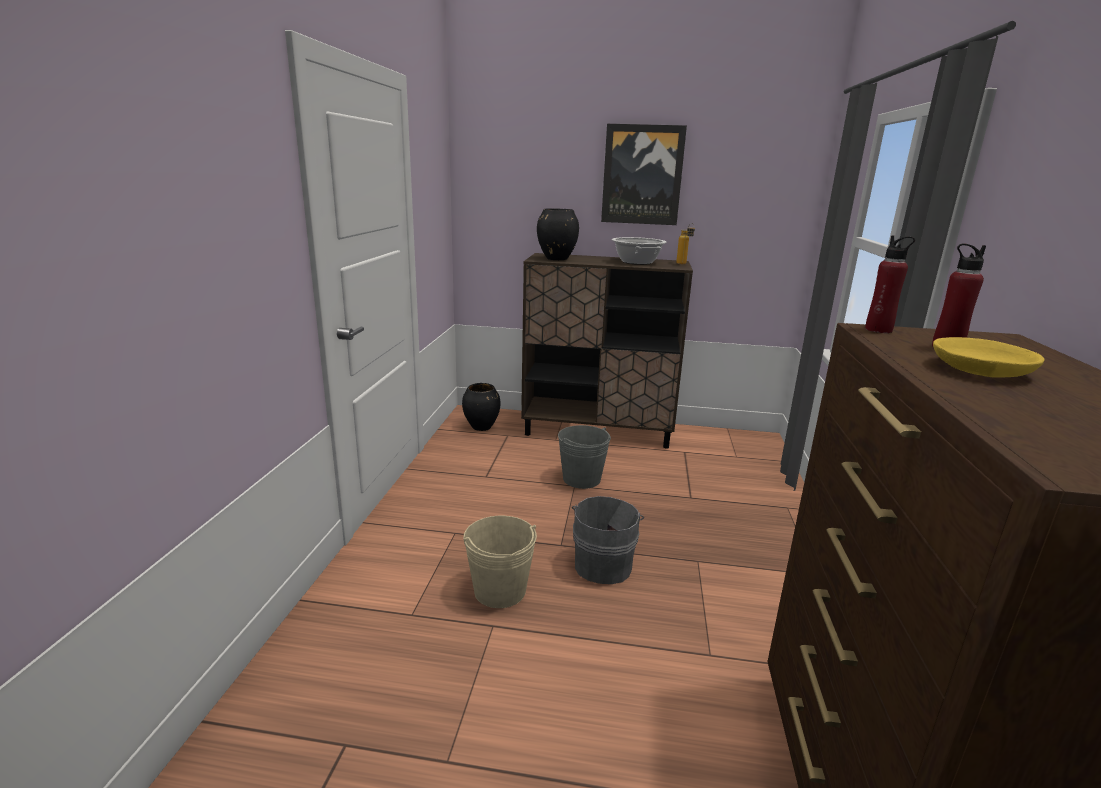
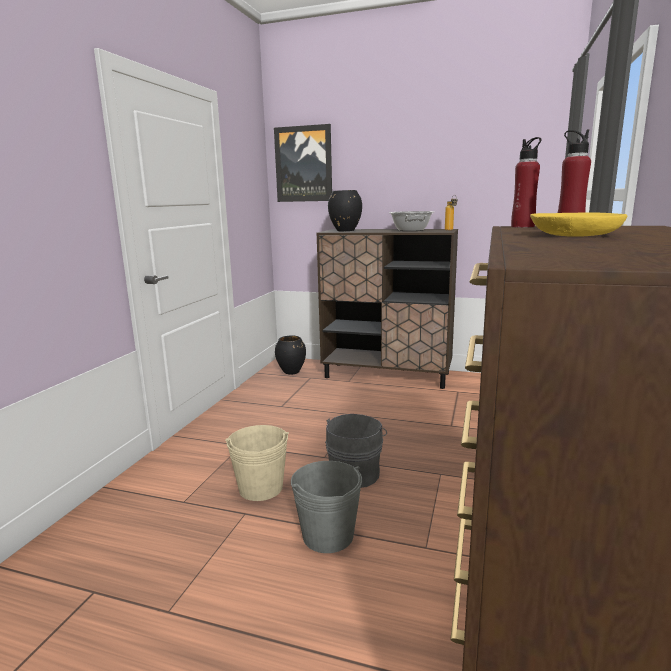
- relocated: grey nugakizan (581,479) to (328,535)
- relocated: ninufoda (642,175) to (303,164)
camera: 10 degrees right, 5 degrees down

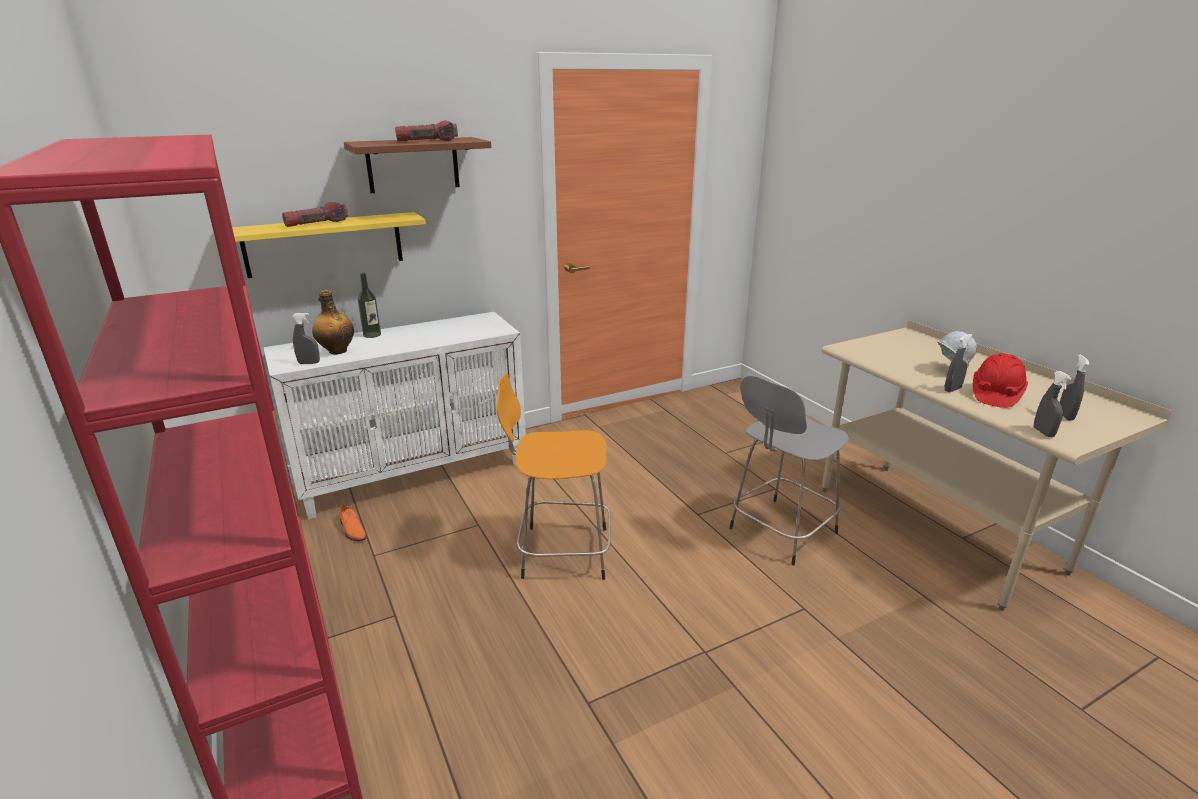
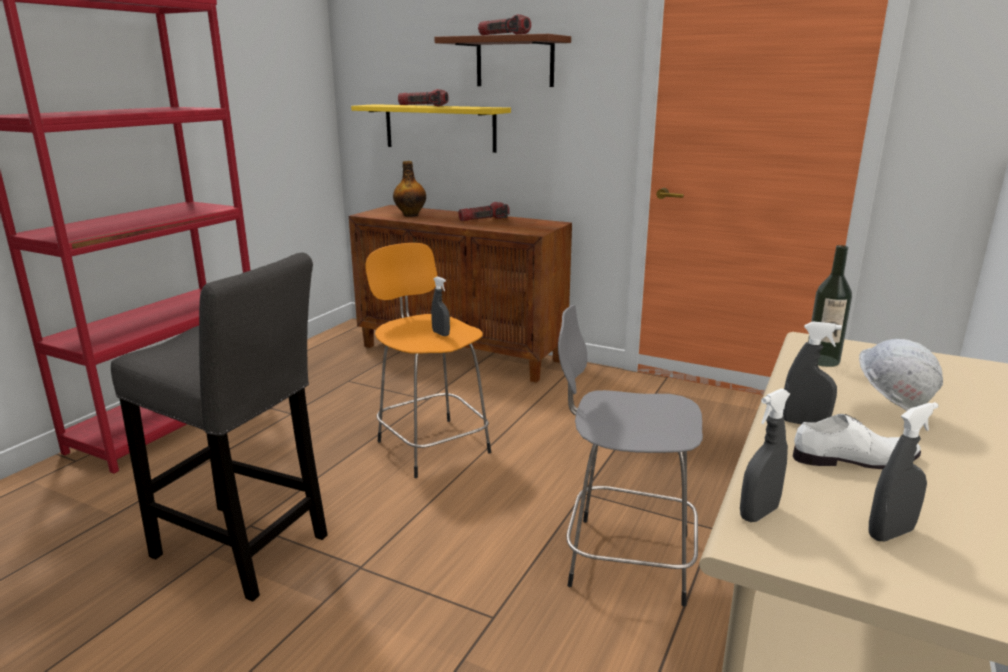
- colour: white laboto (415,473) to brown laboto (462,353)
- relocated: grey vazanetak (309,363) to (441,334)
- missing: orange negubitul (352,529)
- relocated: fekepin (372,335) to (822,360)
- exchanged: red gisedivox (995,395) to white negubitul (856,459)
- appeared: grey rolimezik (246,550)
- appeared: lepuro (484,219)
camera: 55 degrees right, 5 degrees down

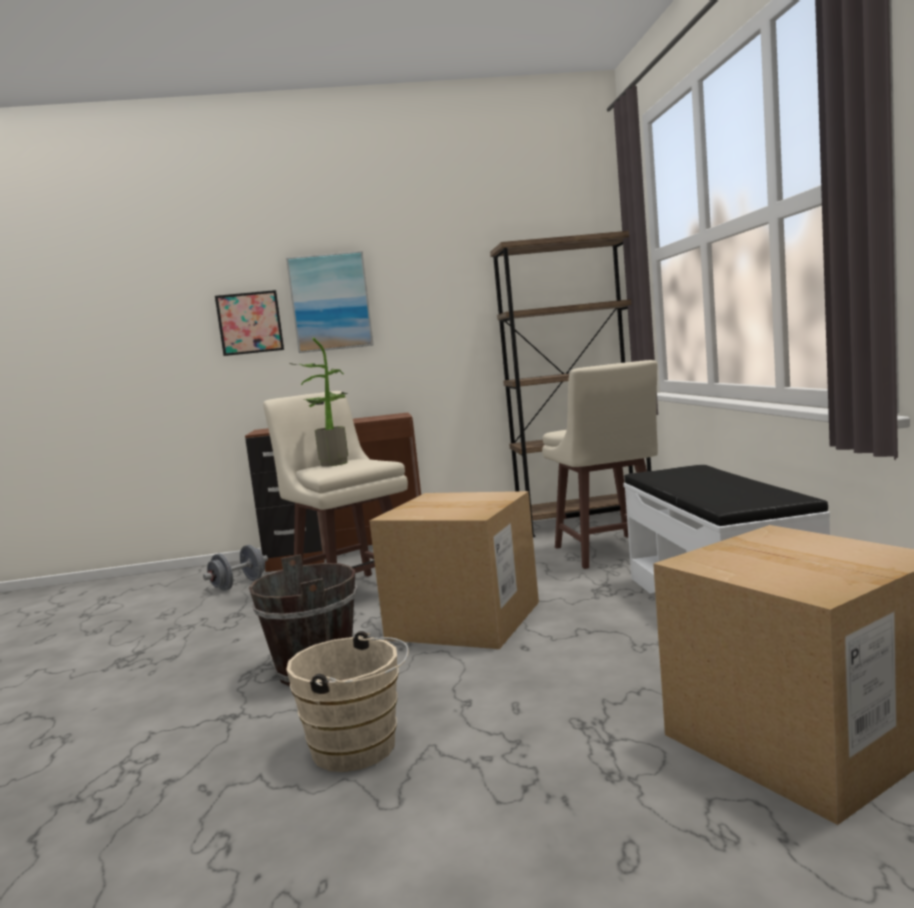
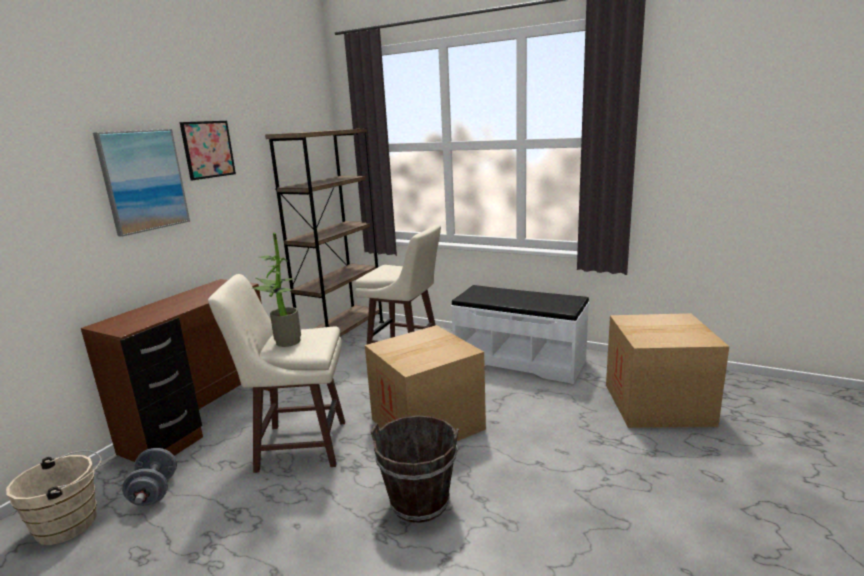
- relocated: ninufoda (250,323) to (208,149)
- relocated: beige nugakizan (360,749) to (72,523)
camera: 55 degrees left, 10 degrees up

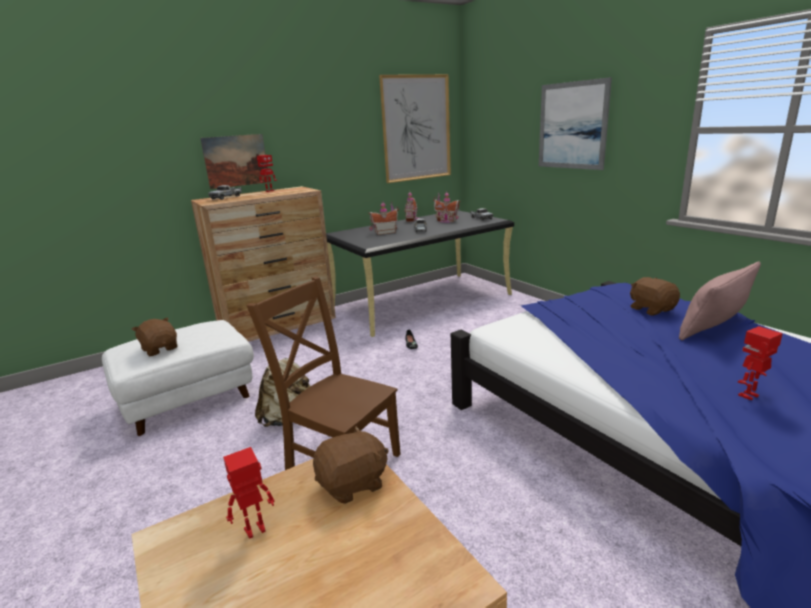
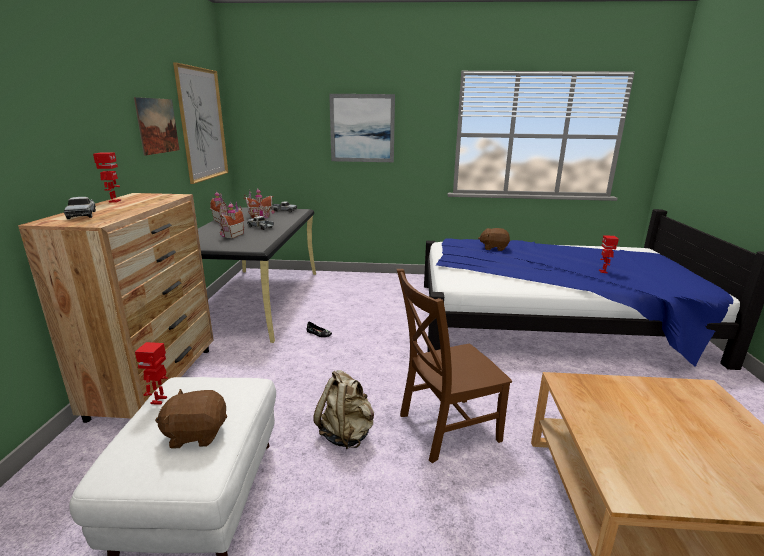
- relocated: ninufoda (236,161) to (157,126)
- relocated: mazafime (255,530) to (160,400)
- missing: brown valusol (353,484)
- missing: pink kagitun (714,325)
camera: 55 degrees left, 0 degrees up

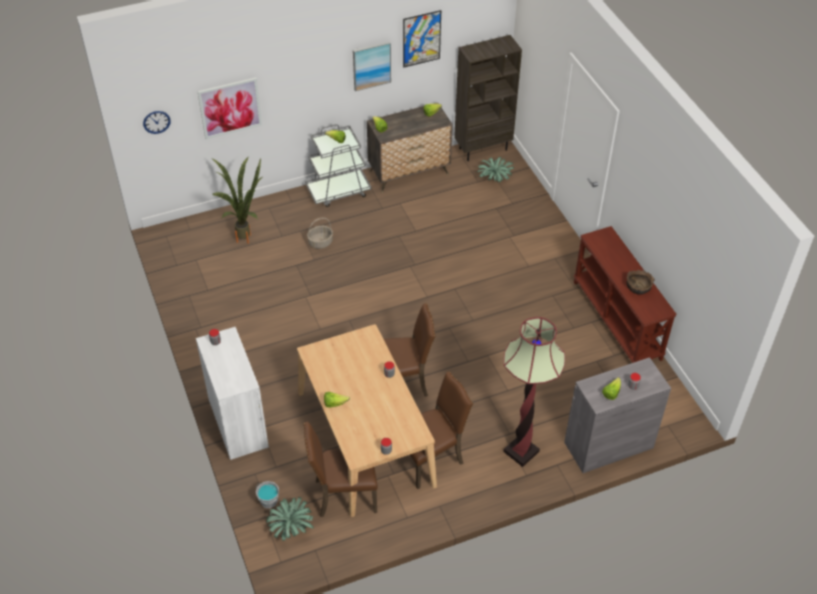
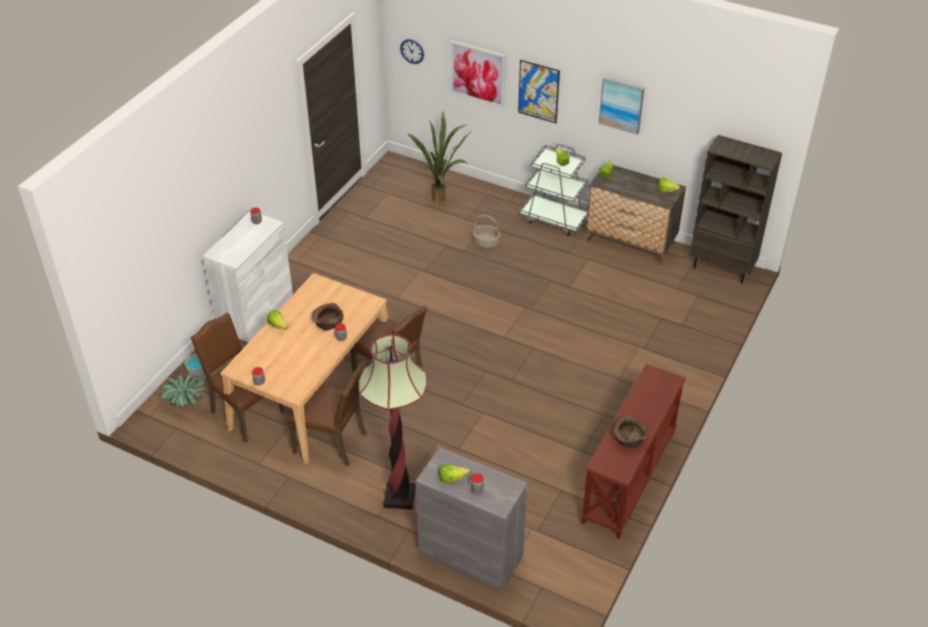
- relocated: ninufoda (421,38) to (538,91)
- missing: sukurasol (494,179)
- appeared: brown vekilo (328,323)
camera: 50 degrees right, 5 degrees down

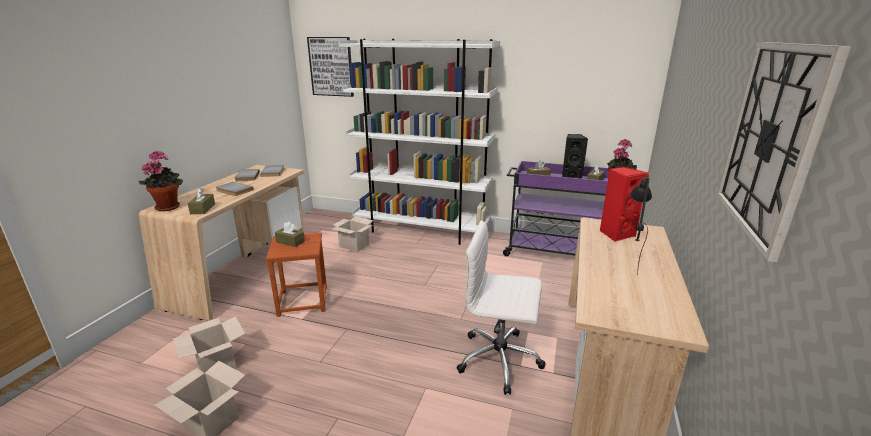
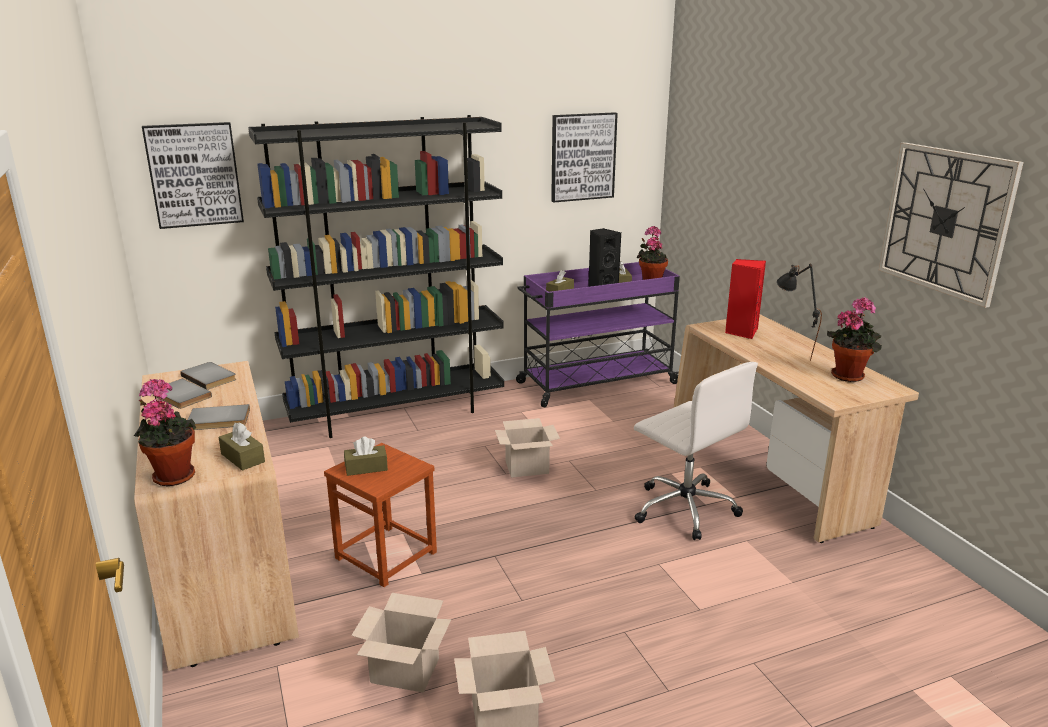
- relocated: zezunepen (355,245) to (528,467)
- colour: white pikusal (421,230) to black pikusal (397,412)
- spun: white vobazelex (500,360) = (684,508) 105 degrees counterclockwise
- appeared: ninufoda (582,157)
- appeared: sukurasol (849,375)
camera: 40 degrees left, 0 degrees up

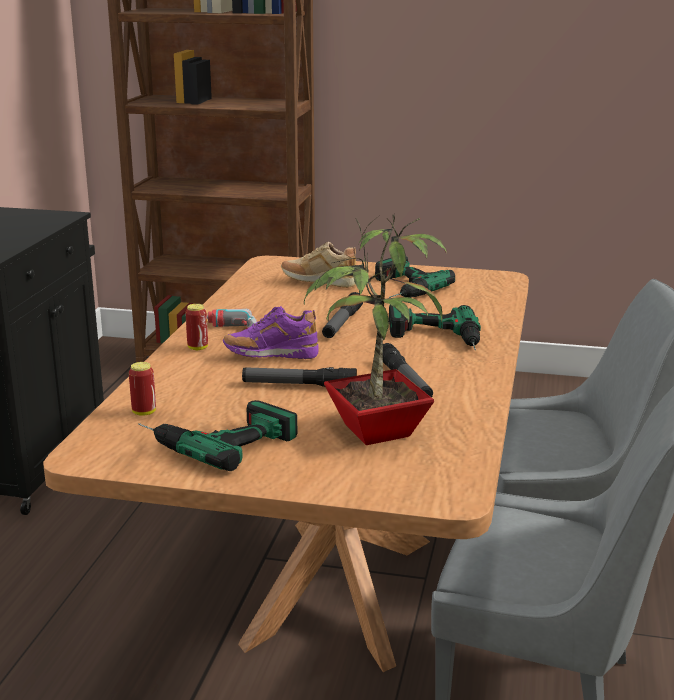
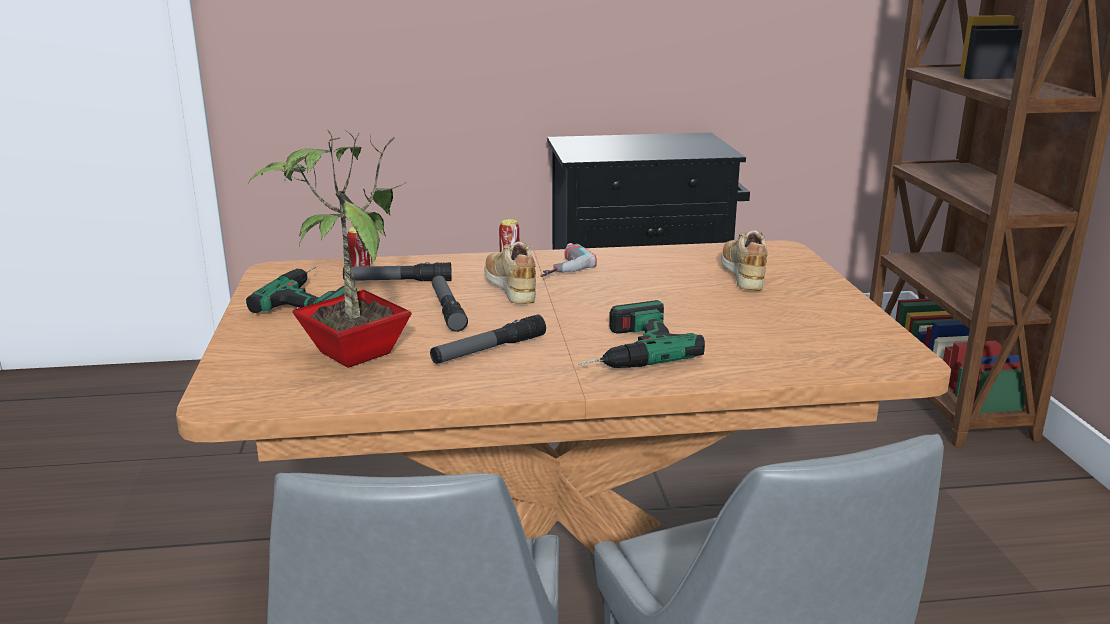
- colour: purple negubitul (271,356) to beige negubitul (511,289)
- relocated: lepuro (342,323) to (398,281)
- missing: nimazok (399,288)
camera: 70 degrees right, 0 degrees up

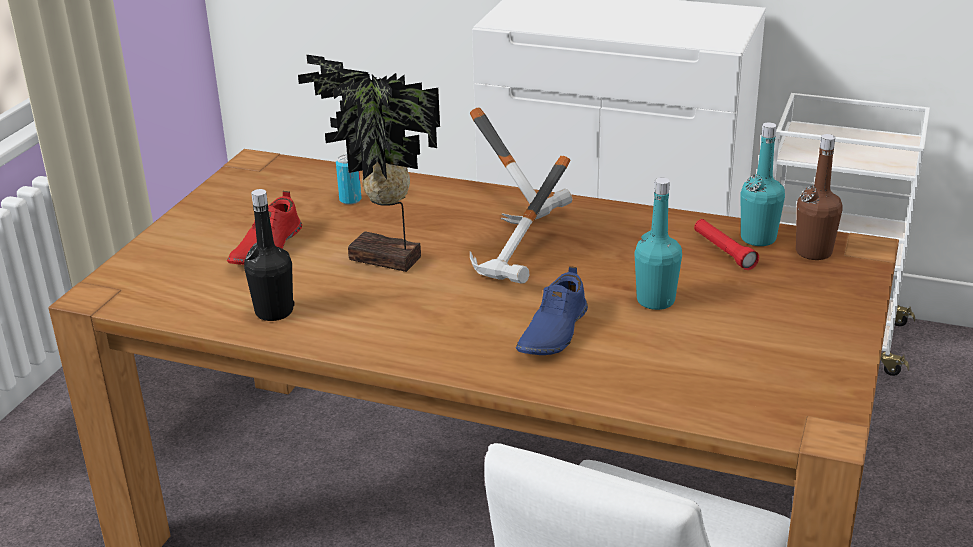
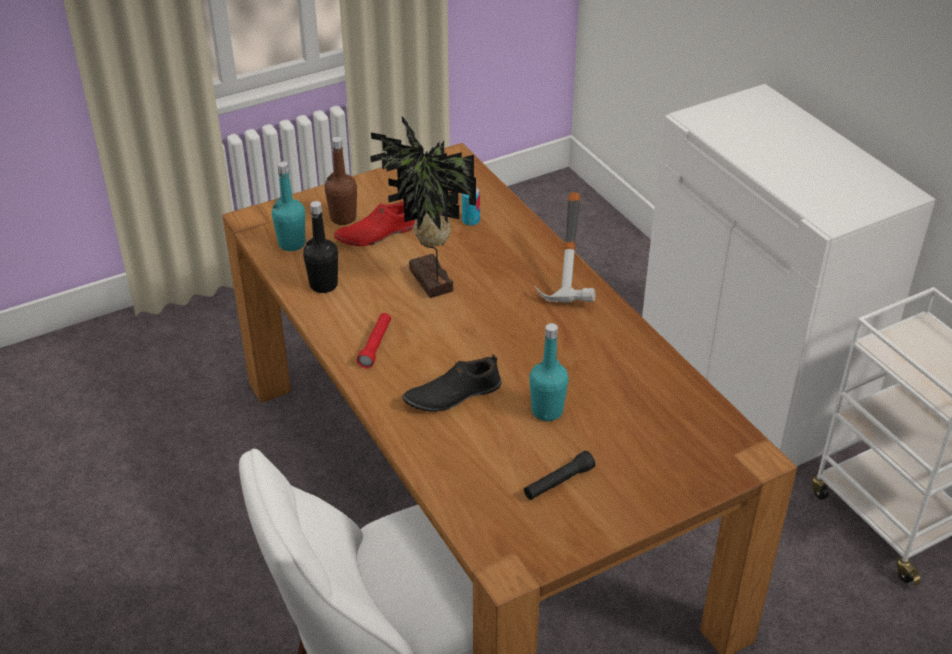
- missing: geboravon (533,264)
- colour: blue negubitul (552,332) to black negubitul (452,394)
- relocated: red lepuro (724,251) to (375,345)
- relocated: turquoise fekepin (758,238) to (292,244)
- relocated: brown fekepin (813,252) to (343,218)
- appeared: black lepuro (558,482)
camera: 40 degrees right, 10 degrees up

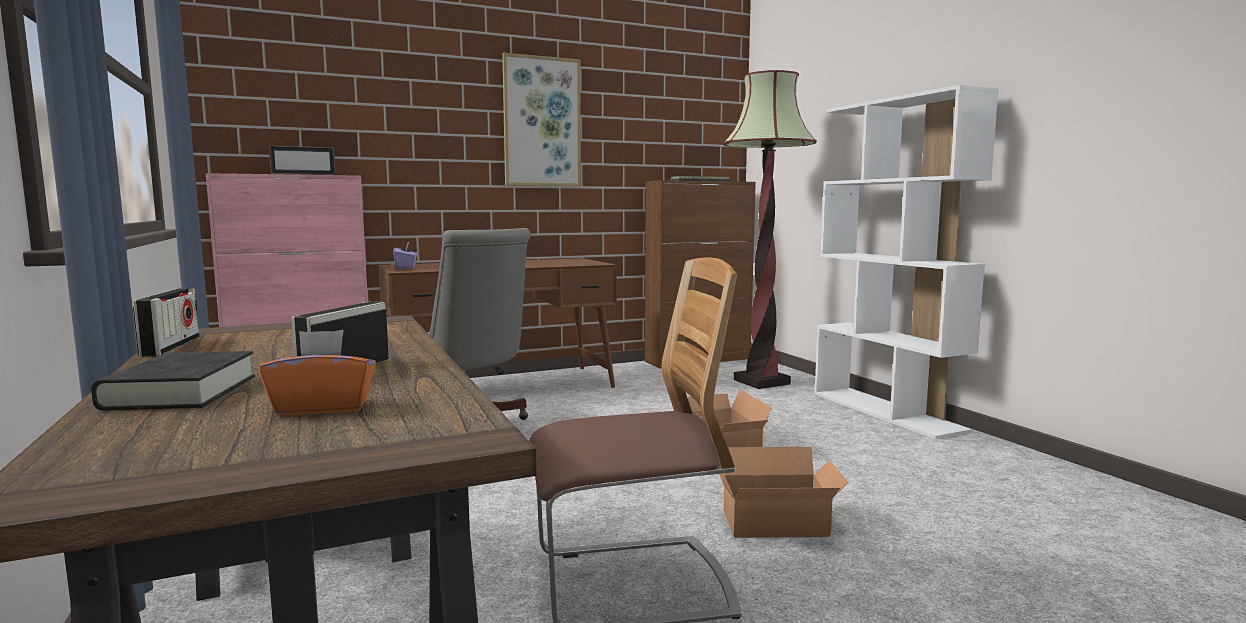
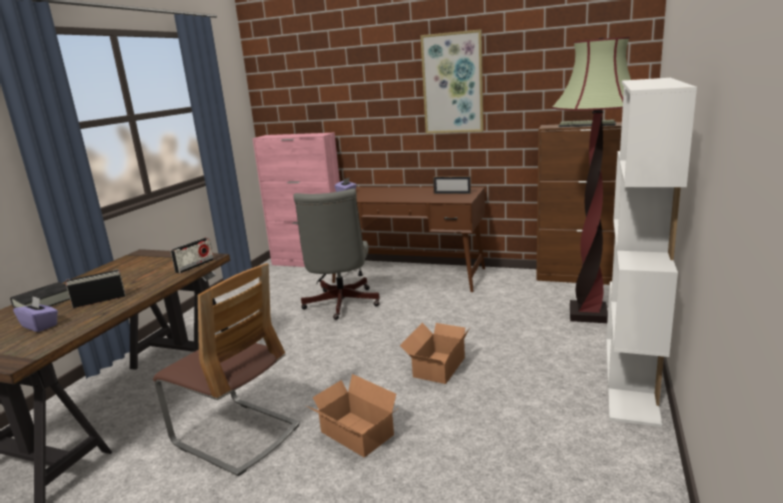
- relocated: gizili (171,346) to (195,266)
- colour: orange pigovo (323,407) to purple pigovo (40,325)
- relocated: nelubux (303,174) to (452,193)
camera: 45 degrees right, 10 degrees up

